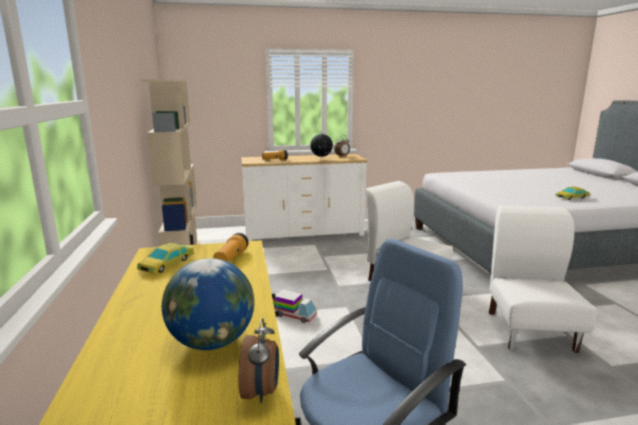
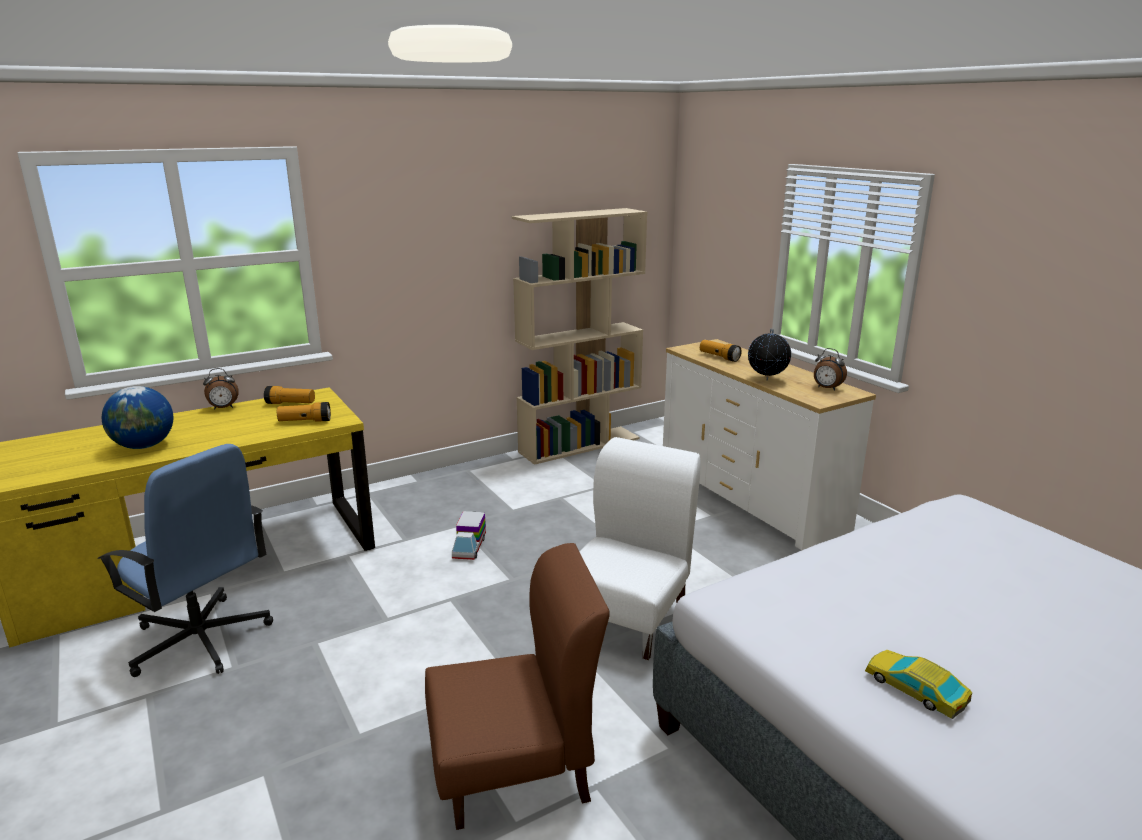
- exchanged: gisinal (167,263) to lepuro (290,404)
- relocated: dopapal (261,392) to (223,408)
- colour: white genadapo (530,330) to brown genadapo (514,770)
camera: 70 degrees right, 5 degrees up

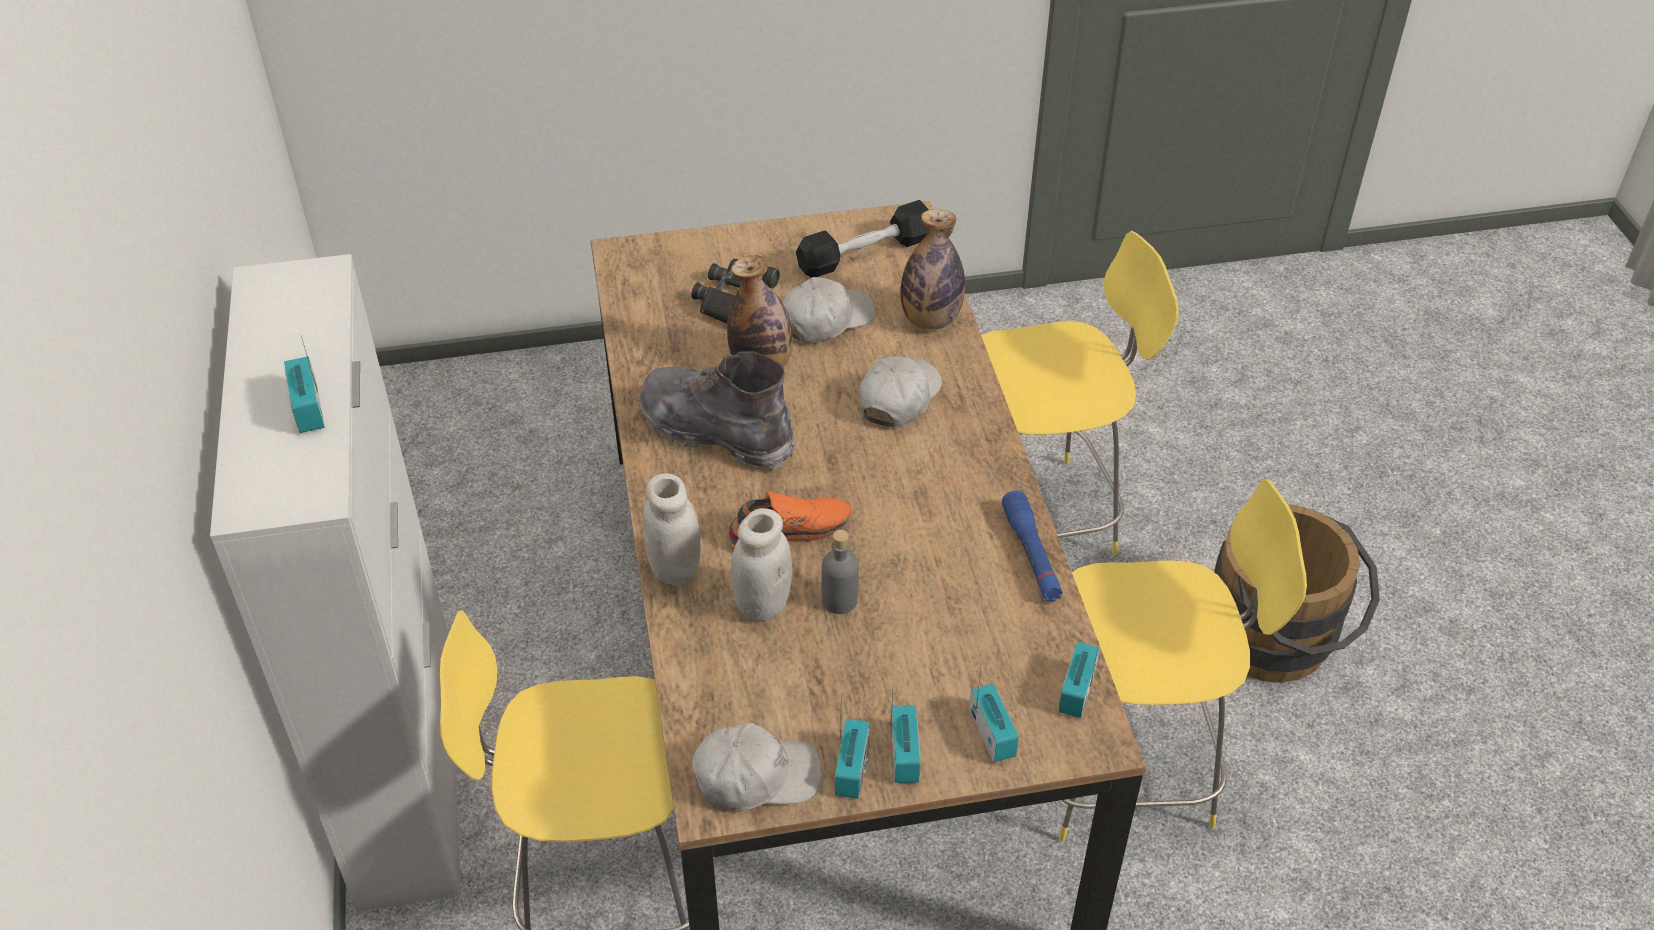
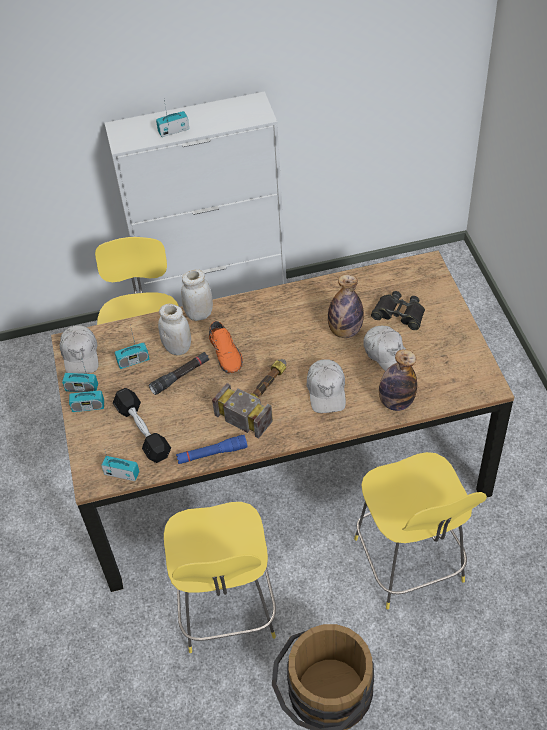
- missing: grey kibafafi (716,432)
- relocated: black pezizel (865,253) to (143,431)
- exchanged: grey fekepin (839,600) to black lepuro (180,376)
- spun: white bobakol (898,398) = (326,391) 60 degrees clockwise
- relocated: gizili (992,734) to (133,361)
- appeared: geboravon (261,397)
camera: 90 degrees right, 5 degrees up

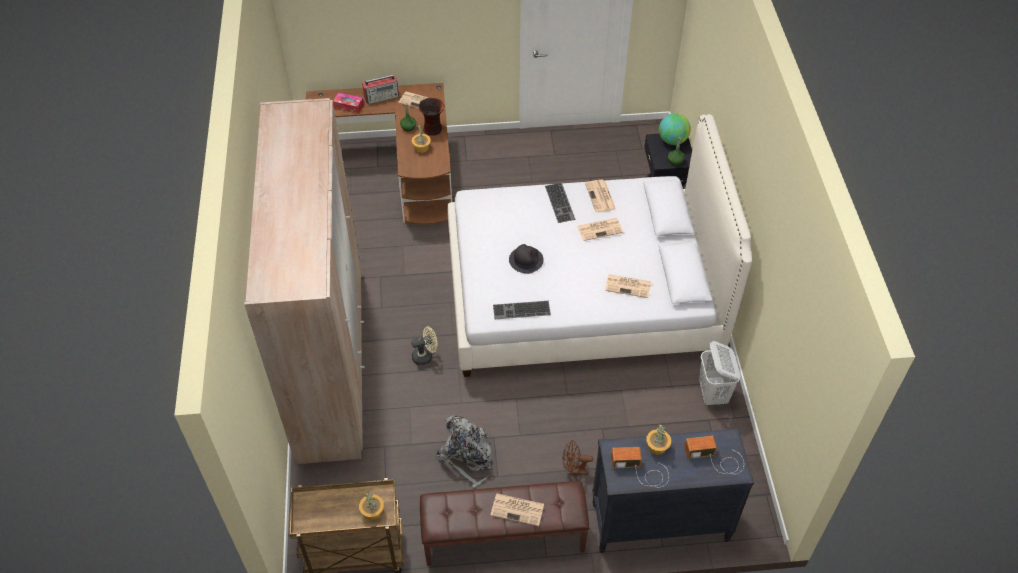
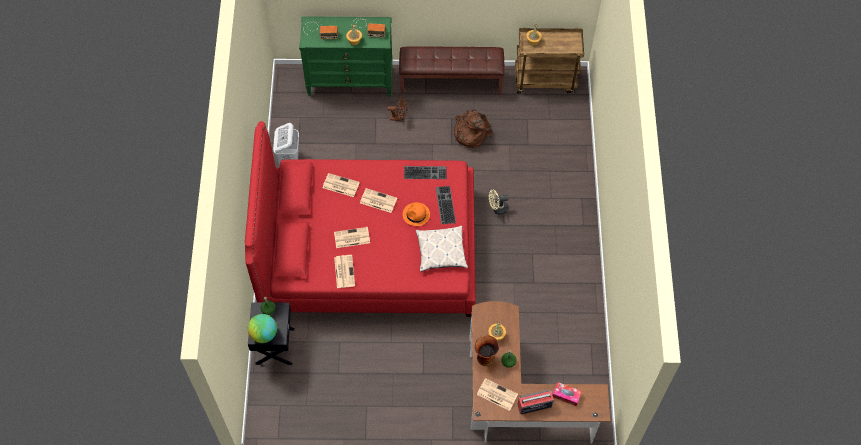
- missing: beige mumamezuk (331,361)
- colour: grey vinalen (468,456) to brown vinalen (470,133)
- colour: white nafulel (582,294) to red nafulel (368,251)
- relocated: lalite (518,509) to (378,200)
- colour: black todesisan (526,260) to orange todesisan (416,215)
- relocated: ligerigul (561,203) to (444,204)
- colour: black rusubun (659,523) to green rusubun (350,81)
- appeared: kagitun (441,251)
camera: 175 degrees left, 10 degrees up

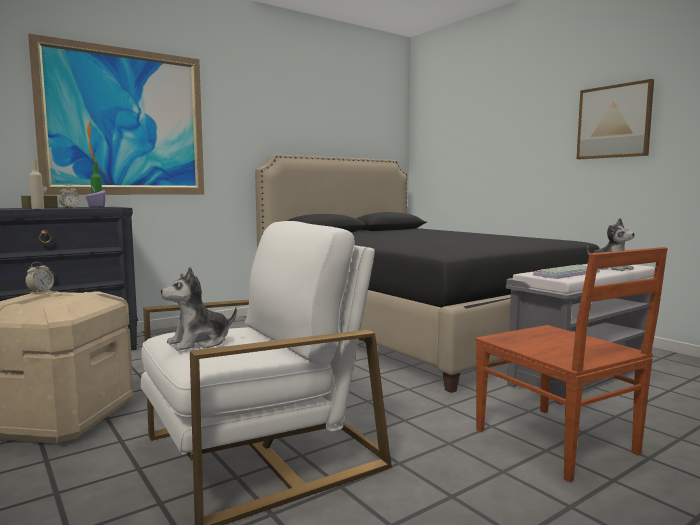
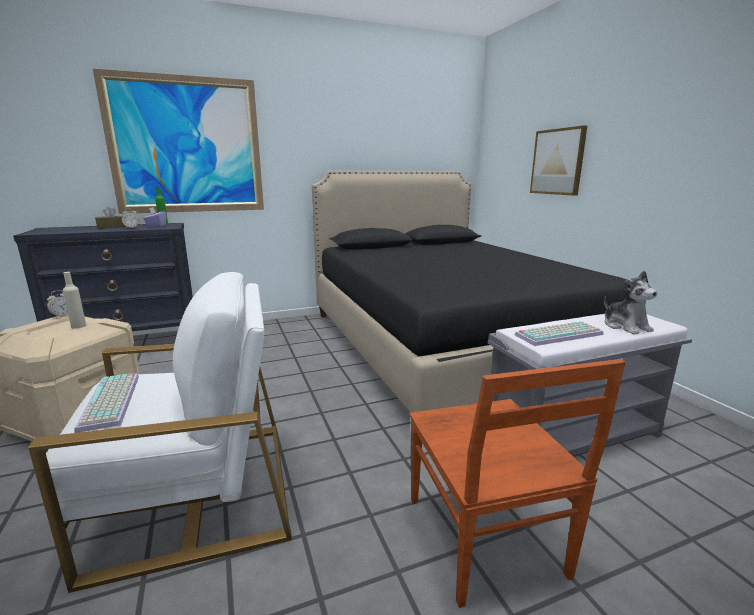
- relocated: beige fekepin (38,208) to (78,326)
- exchanged: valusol (199,342) to ligerigul (112,401)
- relocated: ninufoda (614,121) to (558,162)
camera: 15 degrees right, 10 degrees up

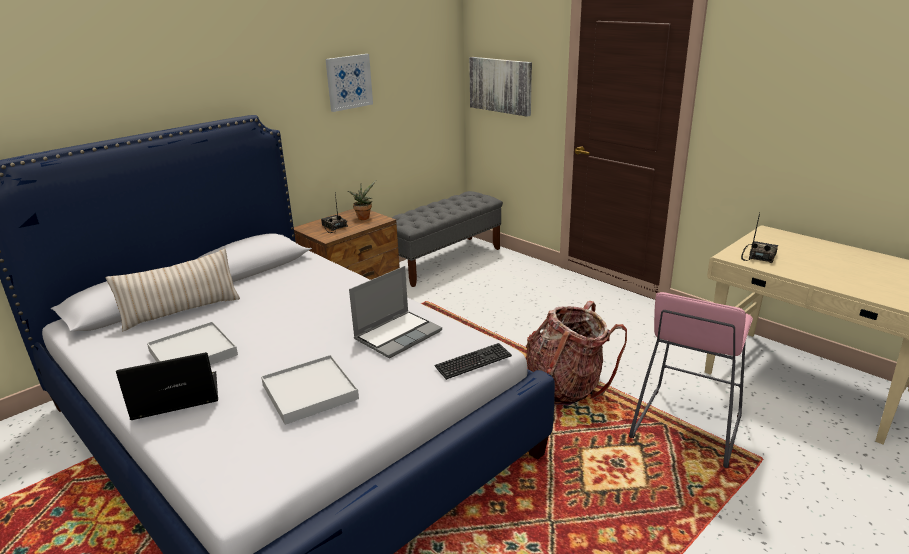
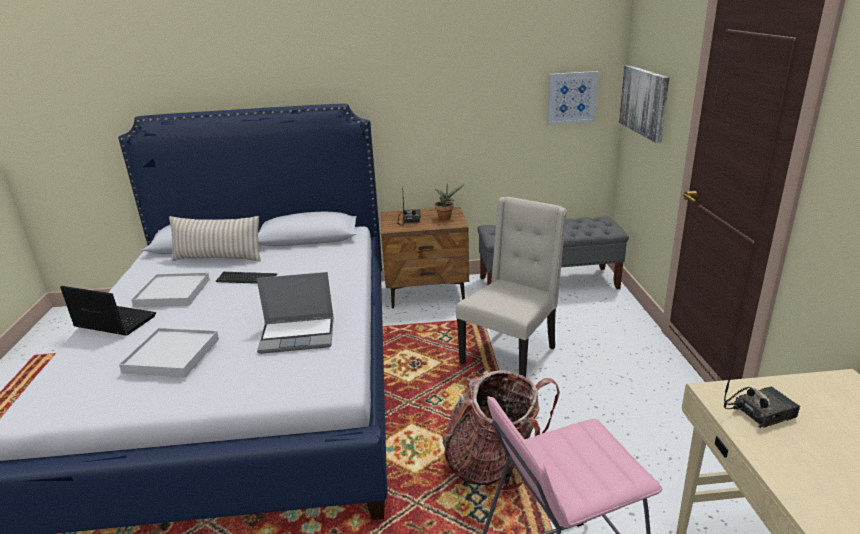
- relocated: ninufoda (349,82) to (572,97)
- relocated: ligerigul (473,362) to (246,279)
- appeared: beige genadapo (510,355)
camera: 40 degrees right, 0 degrees up

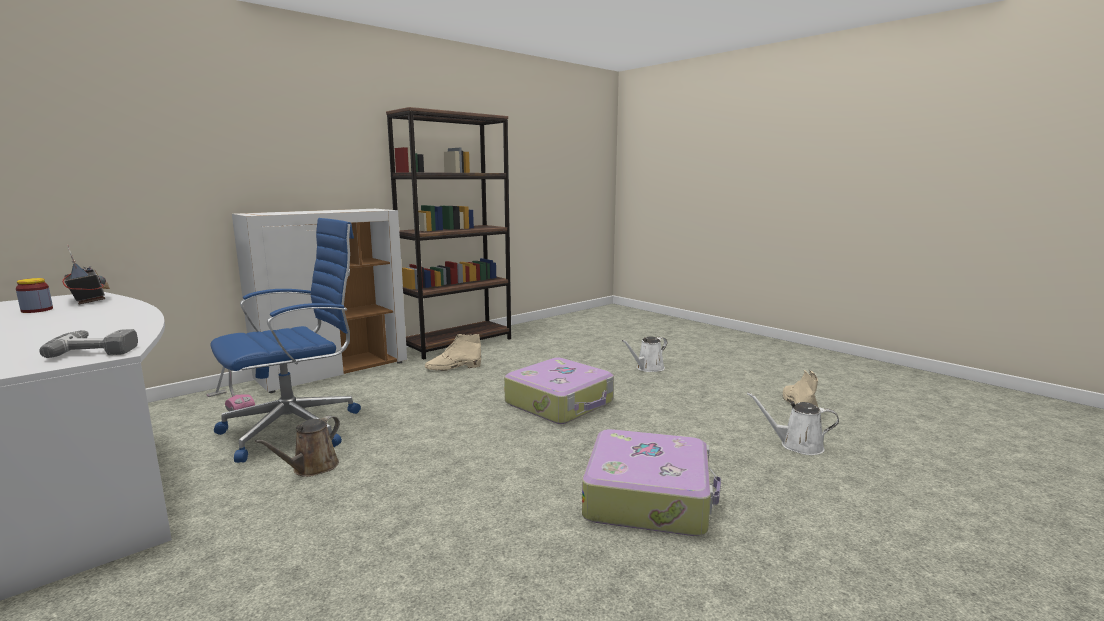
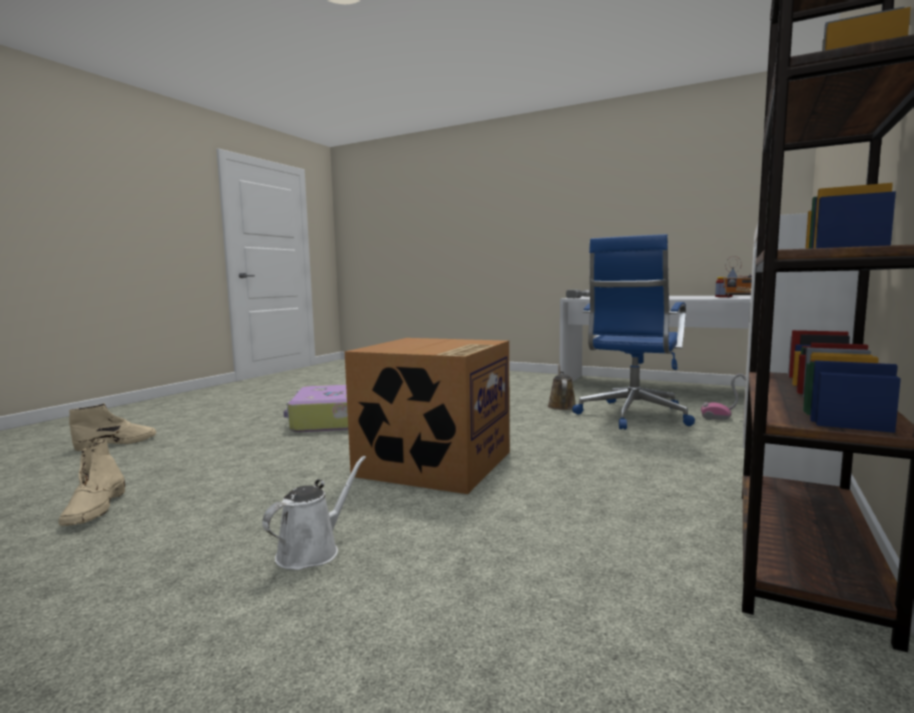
- relocated: beige kibafafi (452,368) to (117,443)
- exchanged: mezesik (560,403) to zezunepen (435,464)
- missing: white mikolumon (797,445)
camera: 160 degrees right, 5 degrees down

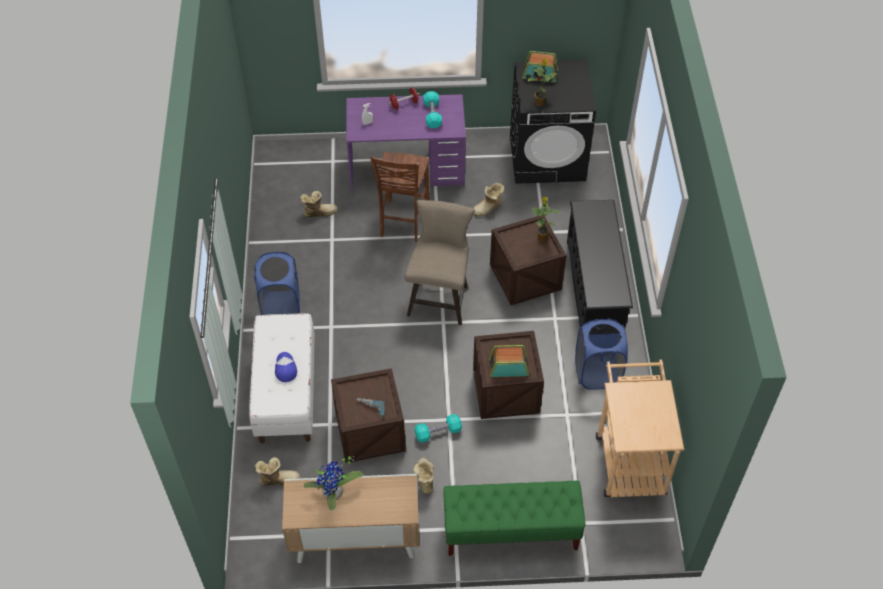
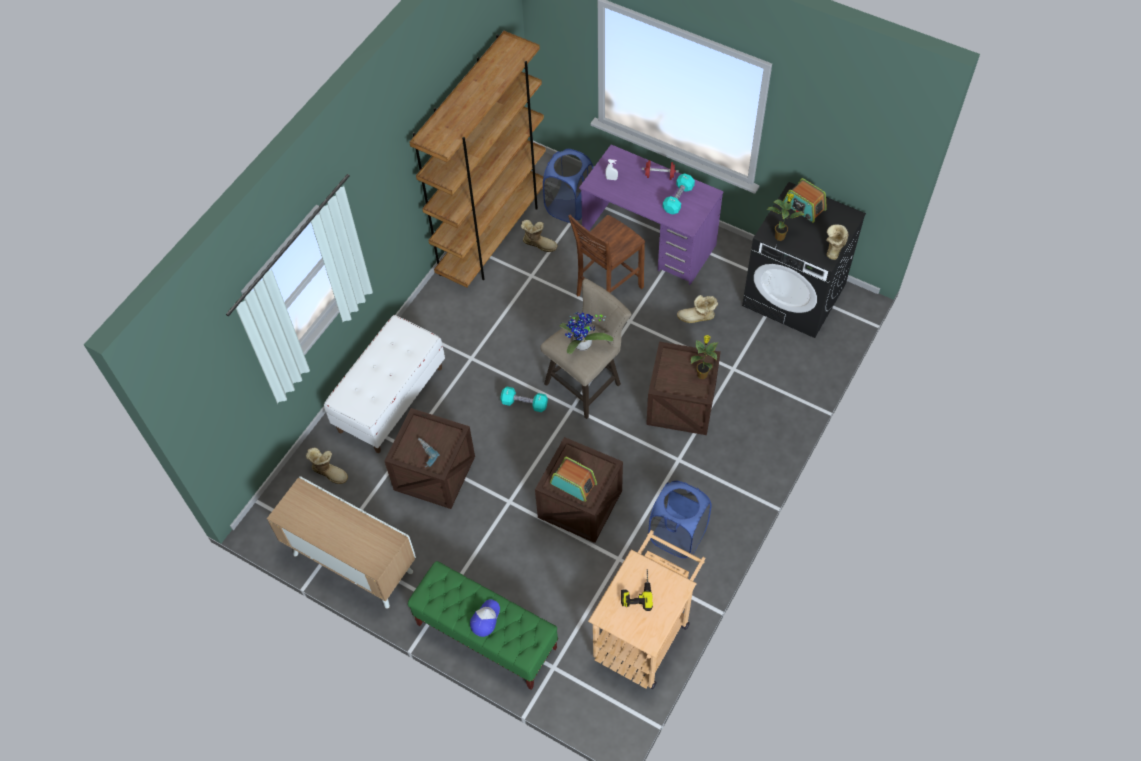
- relocated: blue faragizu (281,307) to (569,206)
- relocated: bobakol (285,368) to (485,619)
- relocated: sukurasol (334,495) to (582,346)
- relocated: kibafafi (424,479) to (834,247)
- relocated: turquoise pezizel (438,432) to (524,403)
- missing: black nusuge (594,289)
- appeared: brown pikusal (493,235)
- appeared: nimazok (636,591)
camera: 35 degrees right, 5 degrees up

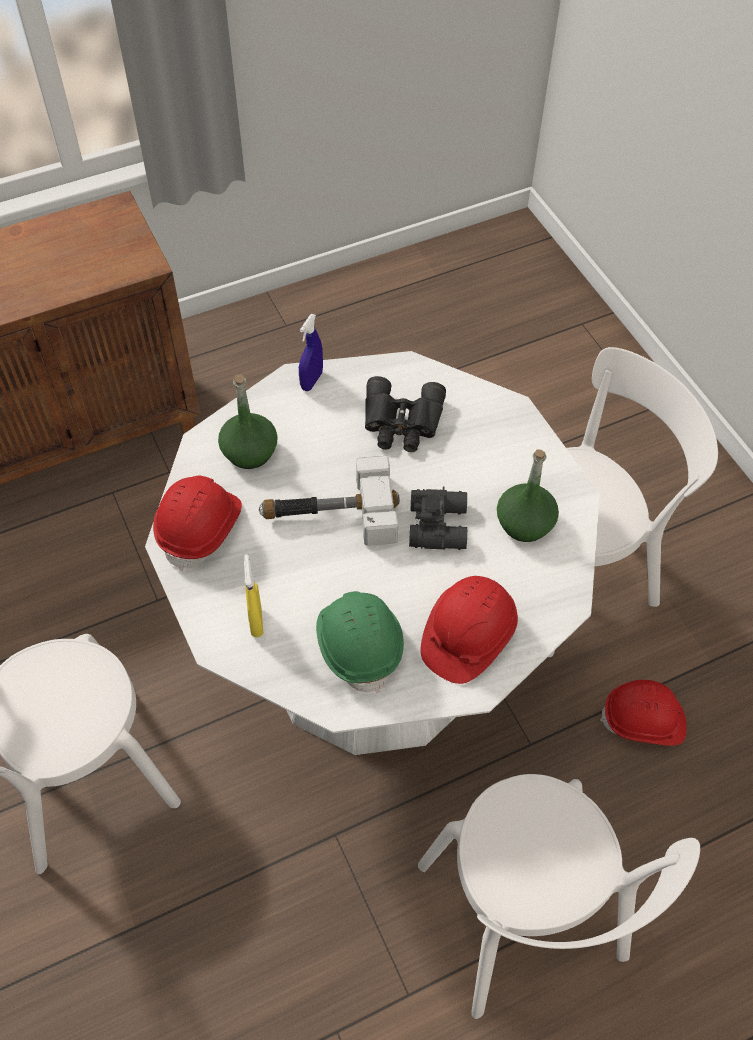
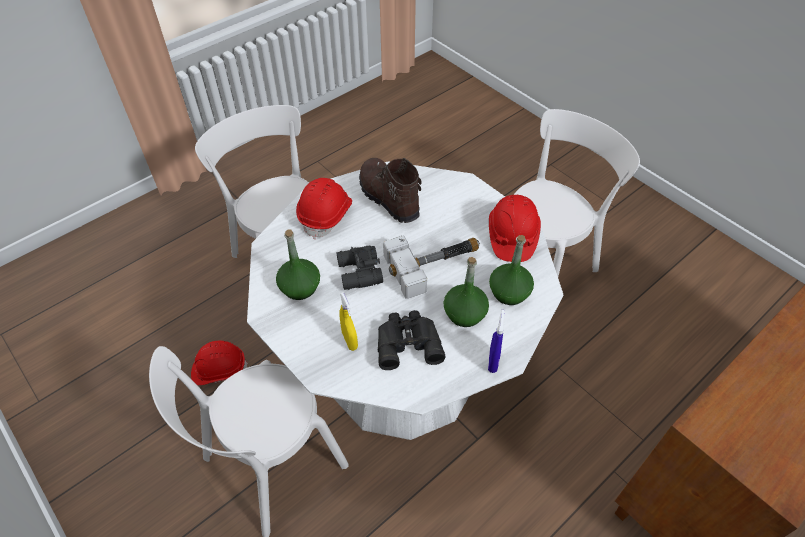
- relocated: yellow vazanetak (256,621) to (349,340)
- exchanged: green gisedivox (359,644) to brown kibafafi (388,198)
- appeared: green fekepin (464,313)
camera: 165 degrees right, 5 degrees down

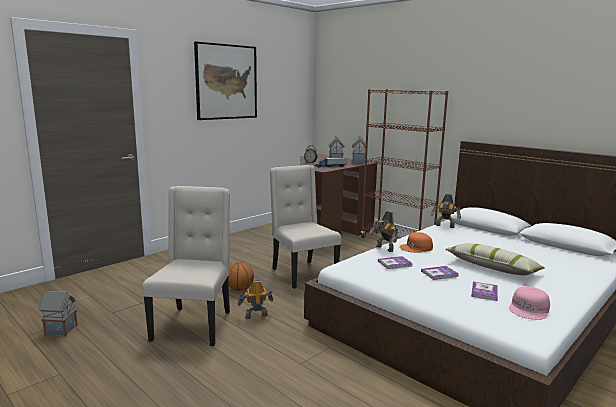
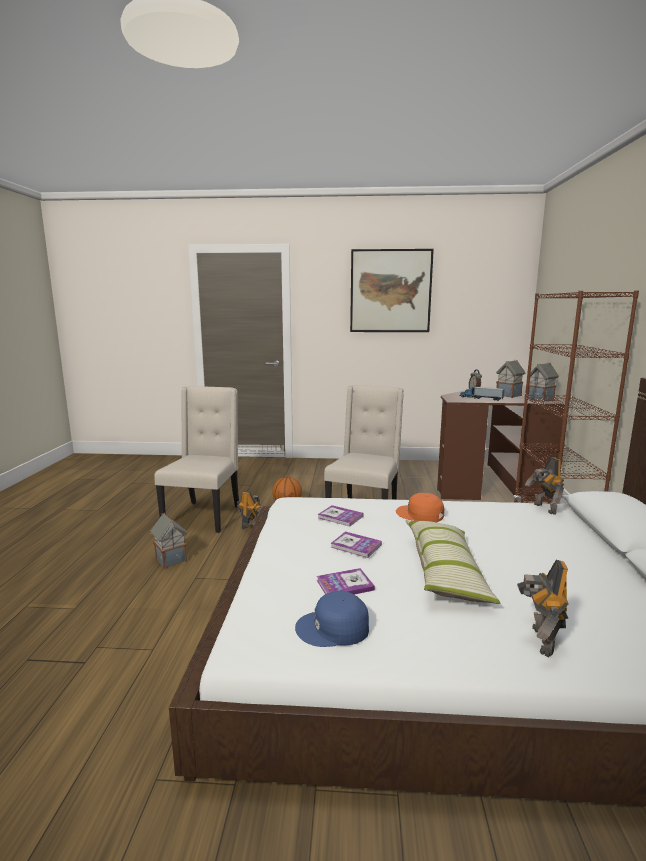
- relocated: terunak (60,330) to (170,560)
- spun: beige genadapo (194,325) = (204,516) 45 degrees counterclockwise
- relocated: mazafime (384,249) to (539,640)
- colour: pink bobakol (529,309) to blue bobakol (333,628)
camera: 50 degrees right, 0 degrees up

